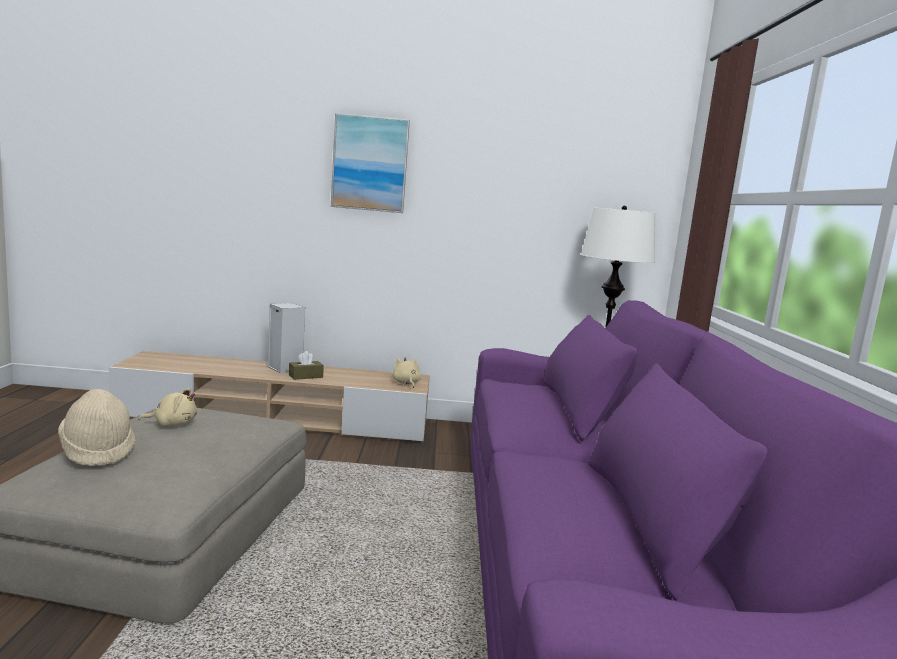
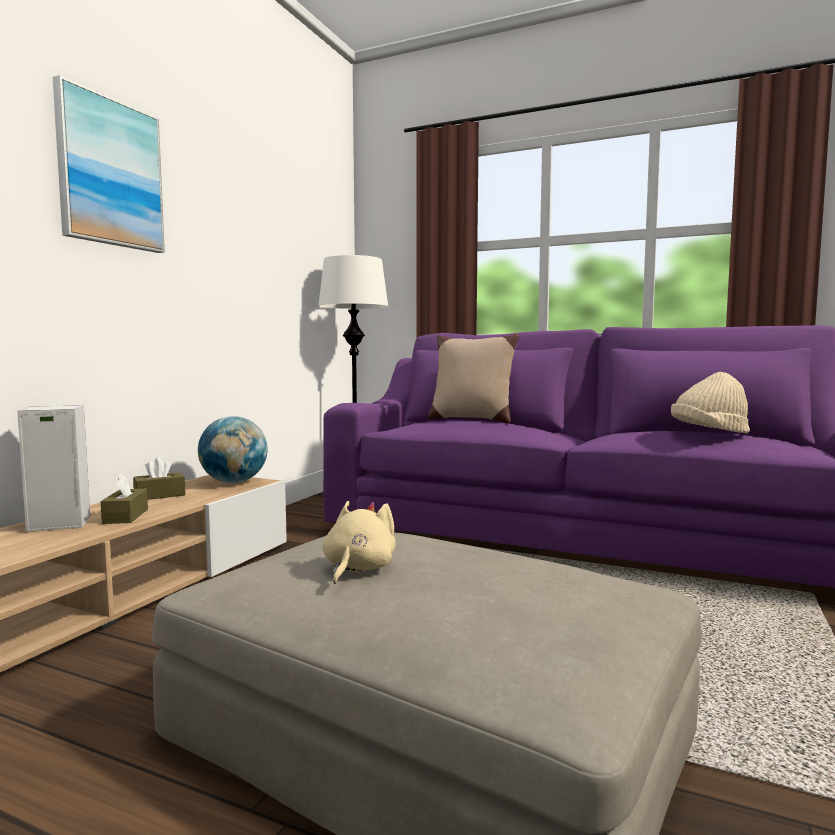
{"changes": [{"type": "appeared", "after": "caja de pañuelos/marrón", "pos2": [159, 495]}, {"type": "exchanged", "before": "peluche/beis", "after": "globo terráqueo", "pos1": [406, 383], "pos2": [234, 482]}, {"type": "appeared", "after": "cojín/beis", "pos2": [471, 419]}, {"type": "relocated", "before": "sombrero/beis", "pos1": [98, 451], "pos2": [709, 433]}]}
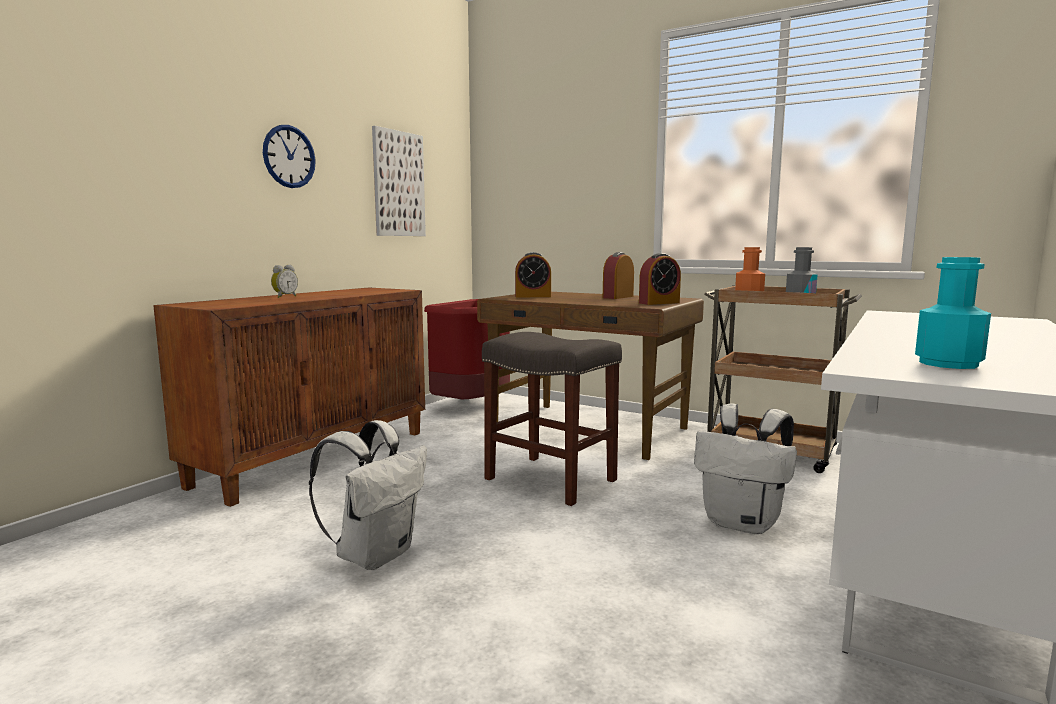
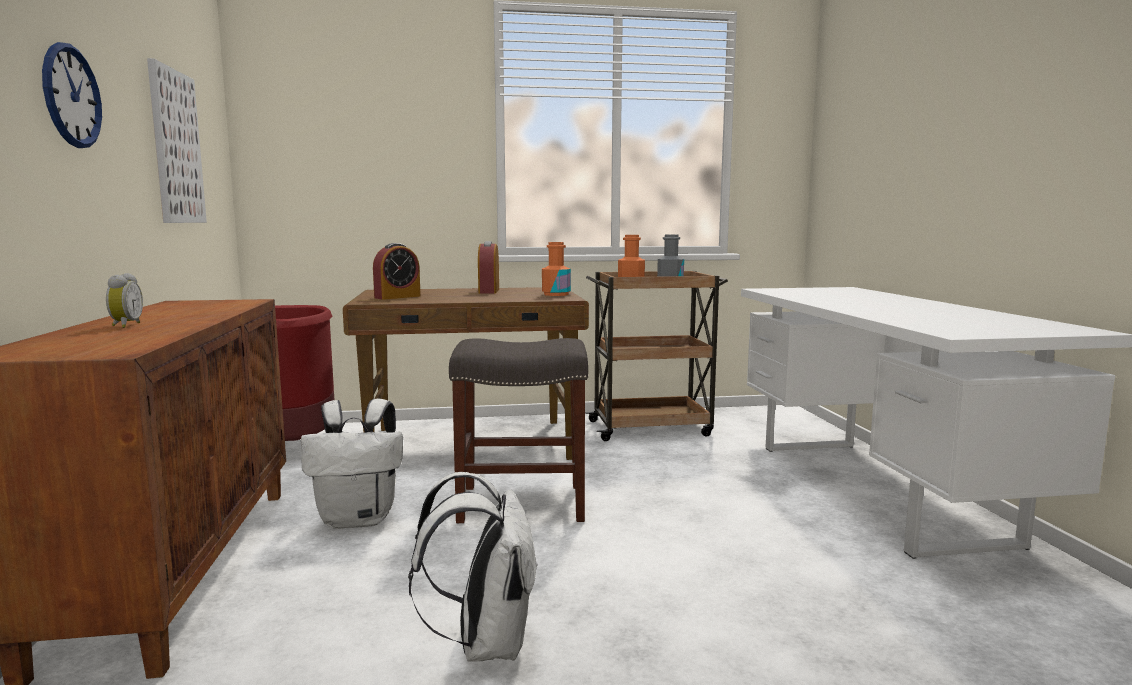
{"changes": [{"type": "relocated", "before": "mochila/blanco", "pos1": [743, 523], "pos2": [359, 519]}, {"type": "exchanged", "before": "despertador", "after": "botella/naranja", "pos1": [659, 303], "pos2": [556, 294]}, {"type": "missing", "before": "botella/turquesa", "pos1": [948, 364]}]}
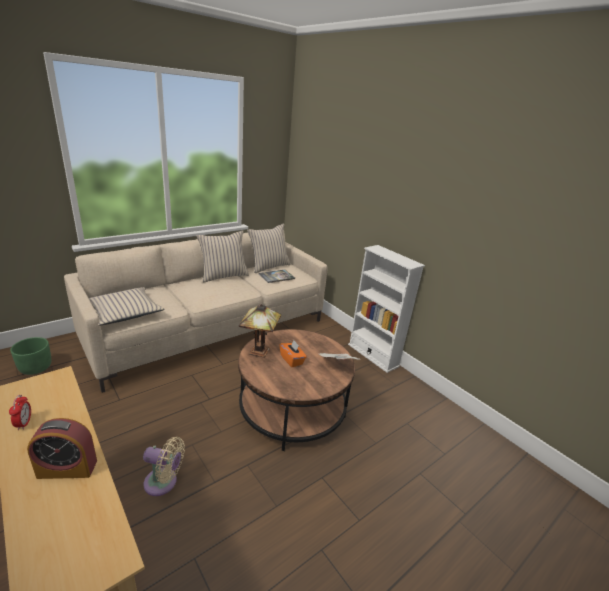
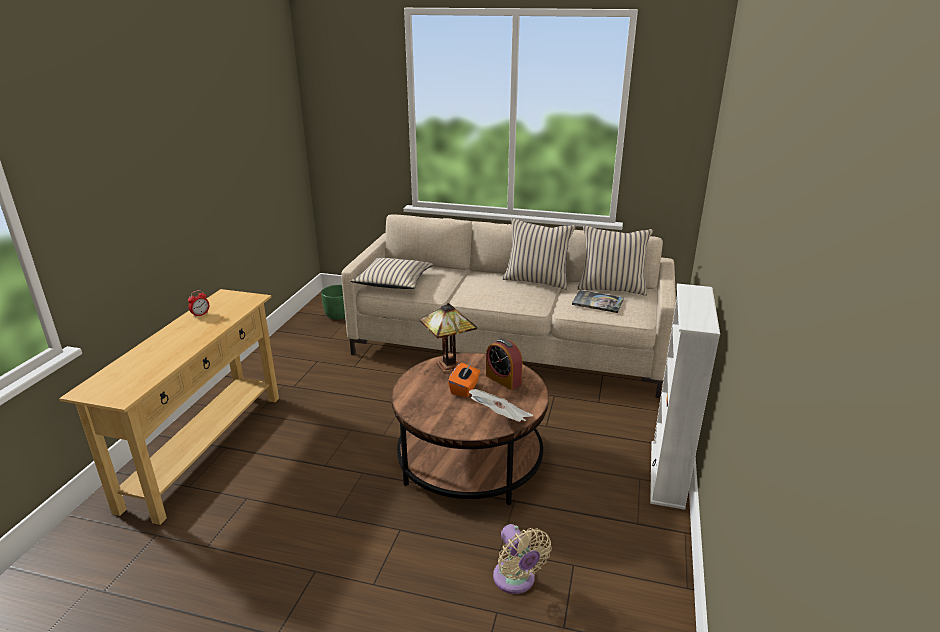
{"changes": [{"type": "relocated", "before": "despertador", "pos1": [67, 468], "pos2": [503, 380]}, {"type": "relocated", "before": "ventilador/beis", "pos1": [163, 483], "pos2": [516, 580]}]}
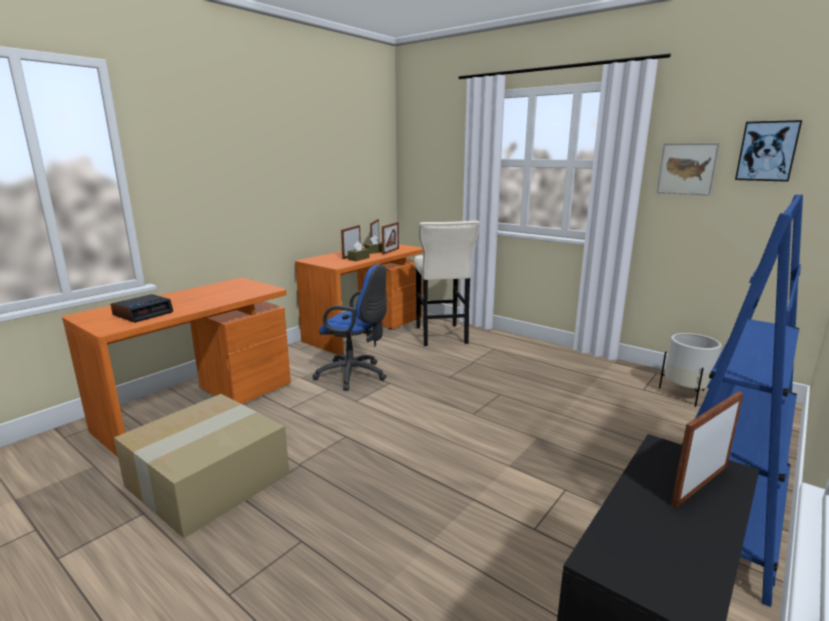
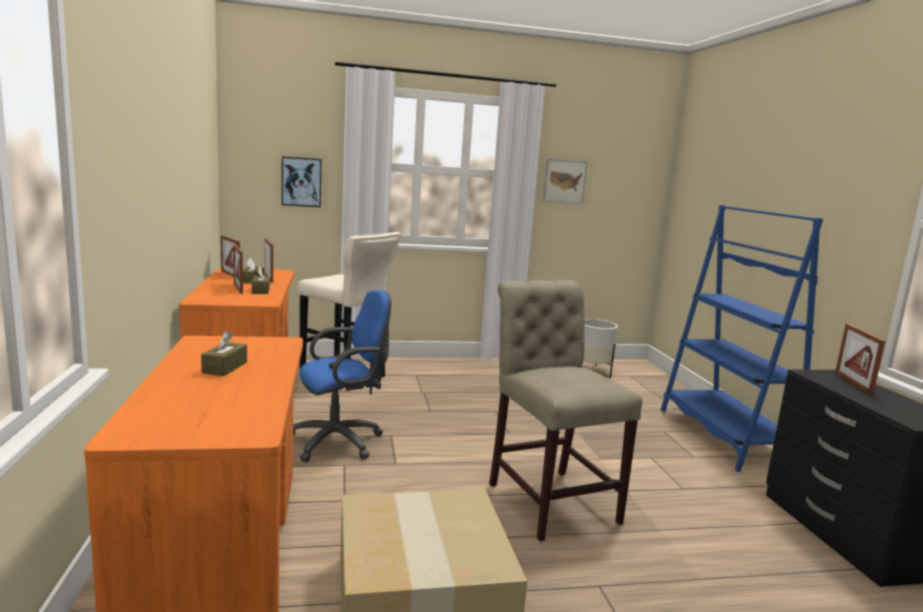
{"changes": [{"type": "appeared", "after": "caja de pañuelos/marrón", "pos2": [225, 367]}, {"type": "relocated", "before": "cuadro", "pos1": [767, 151], "pos2": [301, 182]}, {"type": "appeared", "after": "silla/beis", "pos2": [549, 498]}, {"type": "missing", "before": "despertador", "pos1": [143, 313]}]}
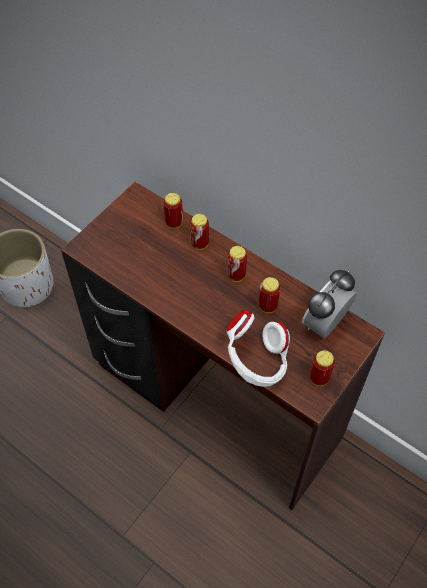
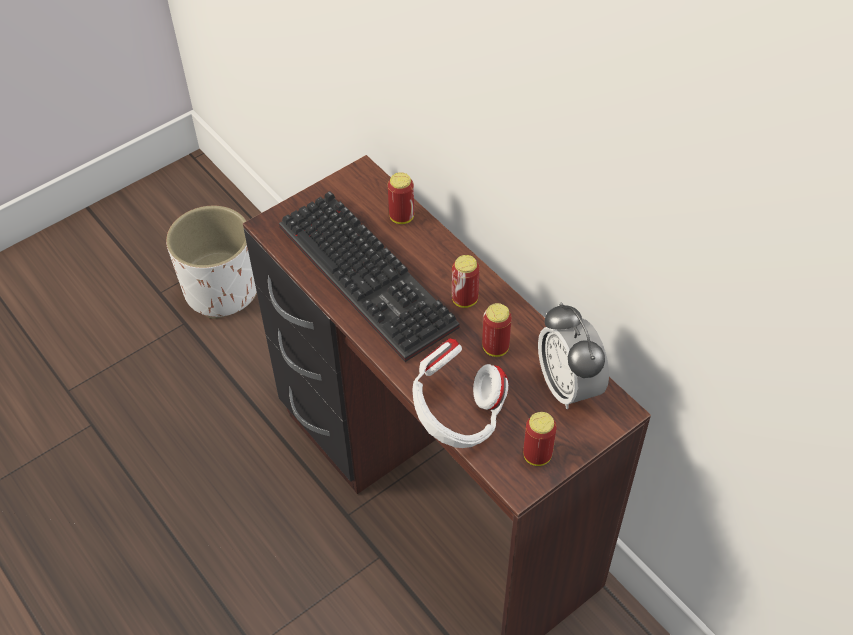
{"changes": [{"type": "appeared", "after": "teclado", "pos2": [372, 276]}, {"type": "spun", "before": "despertador", "pos1": [325, 324], "pos2": [568, 386], "turn": -75}, {"type": "missing", "before": "lata", "pos1": [199, 244]}]}
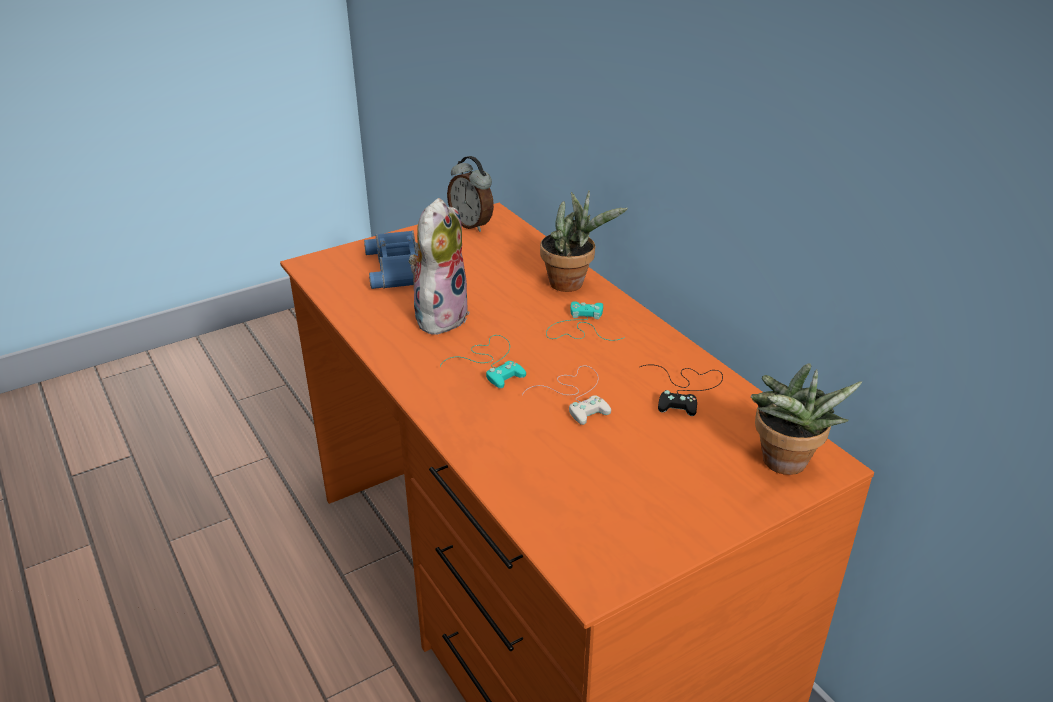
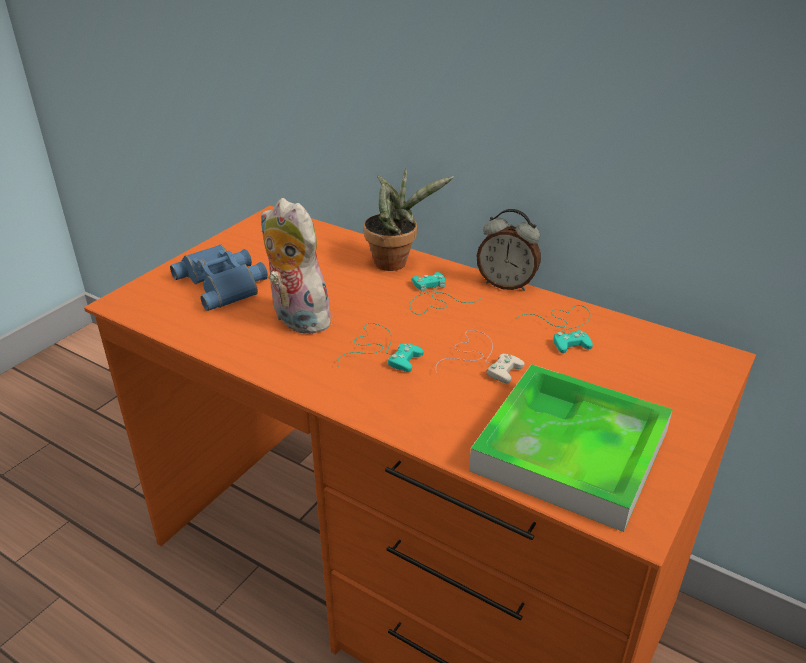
{"changes": [{"type": "spun", "before": "peluche", "pos1": [440, 315], "pos2": [296, 319], "turn": -45}, {"type": "appeared", "after": "bandeja", "pos2": [570, 450]}, {"type": "relocated", "before": "despertador", "pos1": [472, 225], "pos2": [506, 284]}, {"type": "colour", "before": "mando de consola/negro", "after": "mando de consola/turquesa", "pos1": [685, 389], "pos2": [565, 328]}, {"type": "missing", "before": "planta en maceta", "pos1": [785, 465]}]}
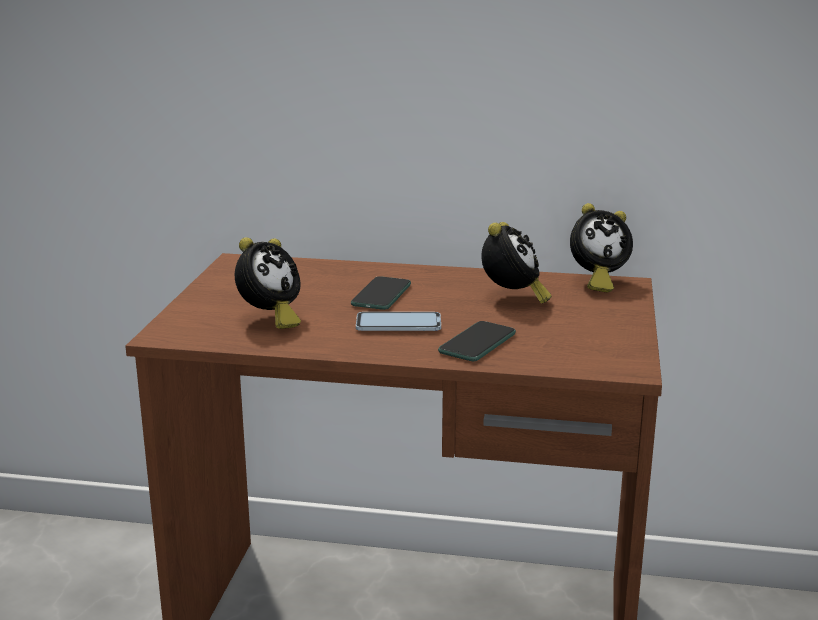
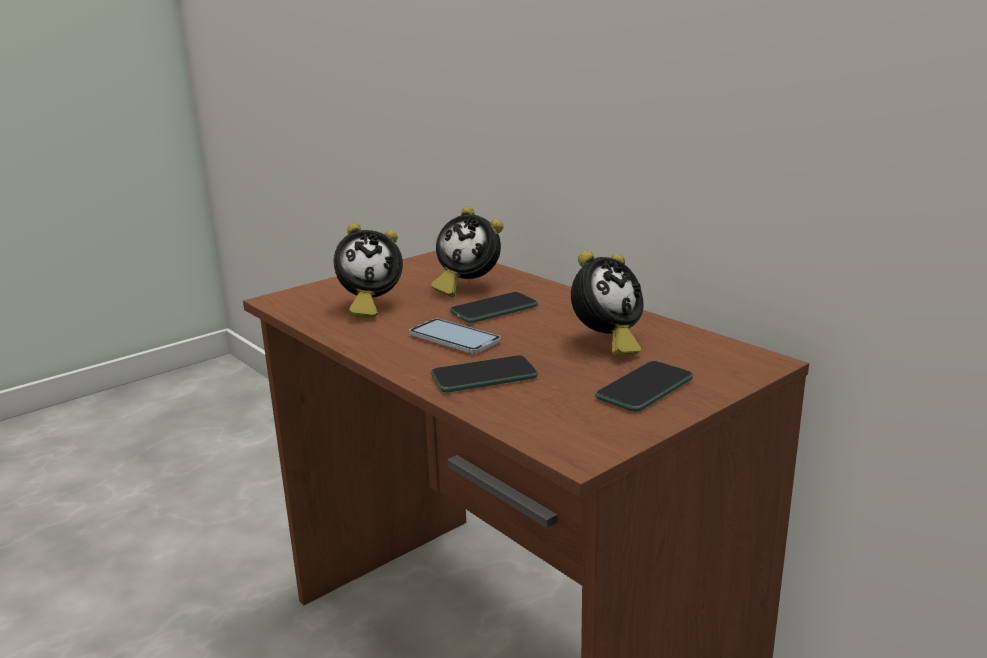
{"changes": [{"type": "relocated", "before": "despertador", "pos1": [596, 281], "pos2": [467, 287]}, {"type": "appeared", "after": "móvil", "pos2": [645, 388]}]}
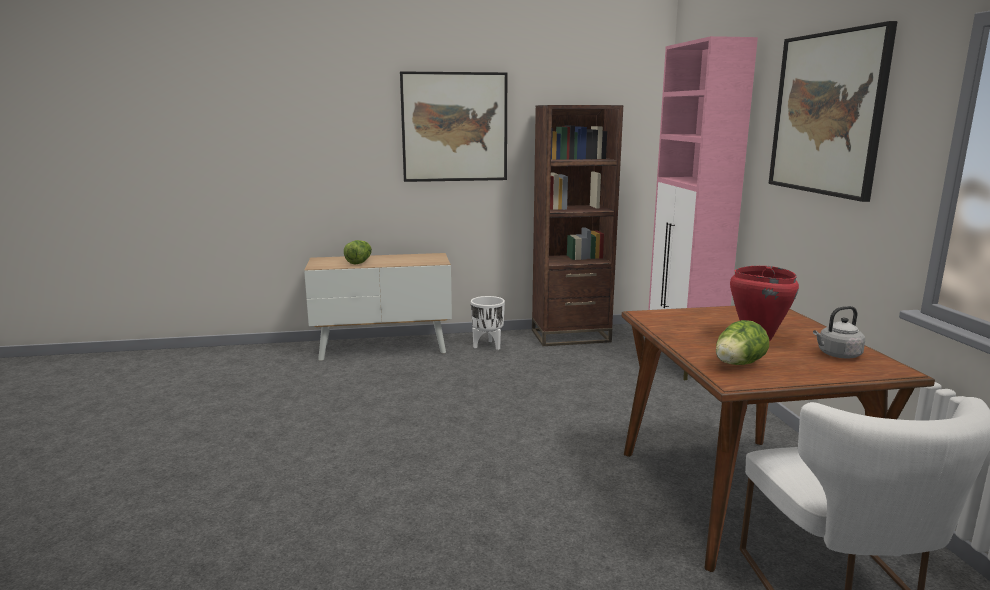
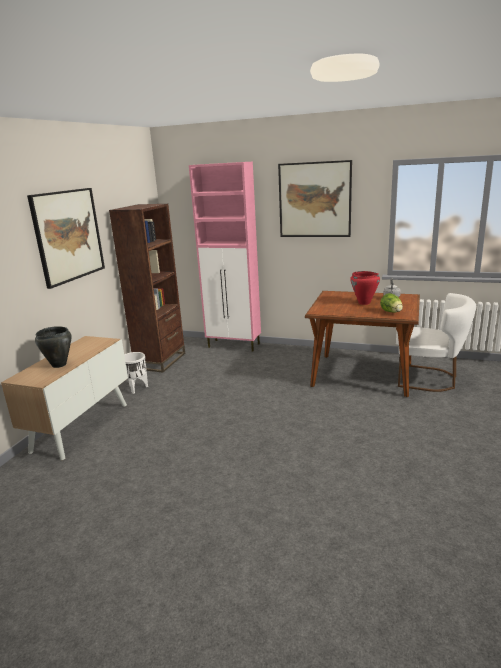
{"changes": [{"type": "exchanged", "before": "lechuga", "after": "olla/negro", "pos1": [359, 262], "pos2": [59, 365]}]}
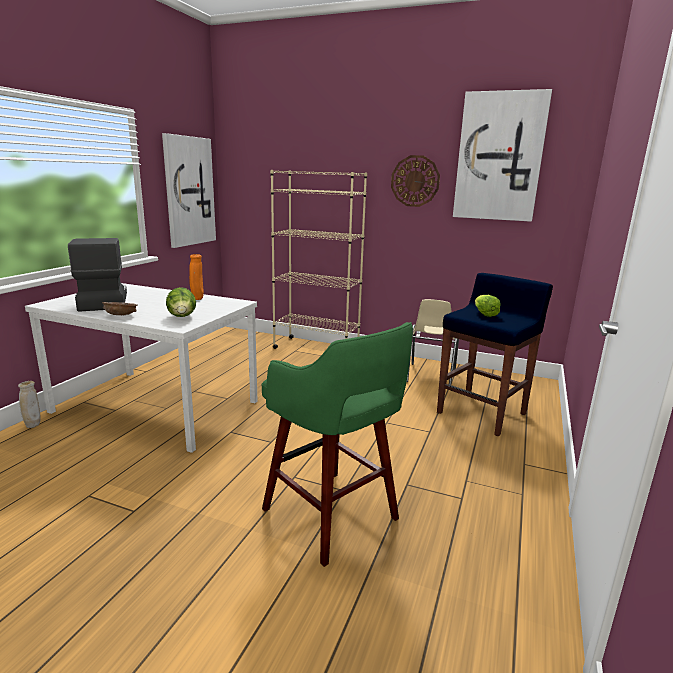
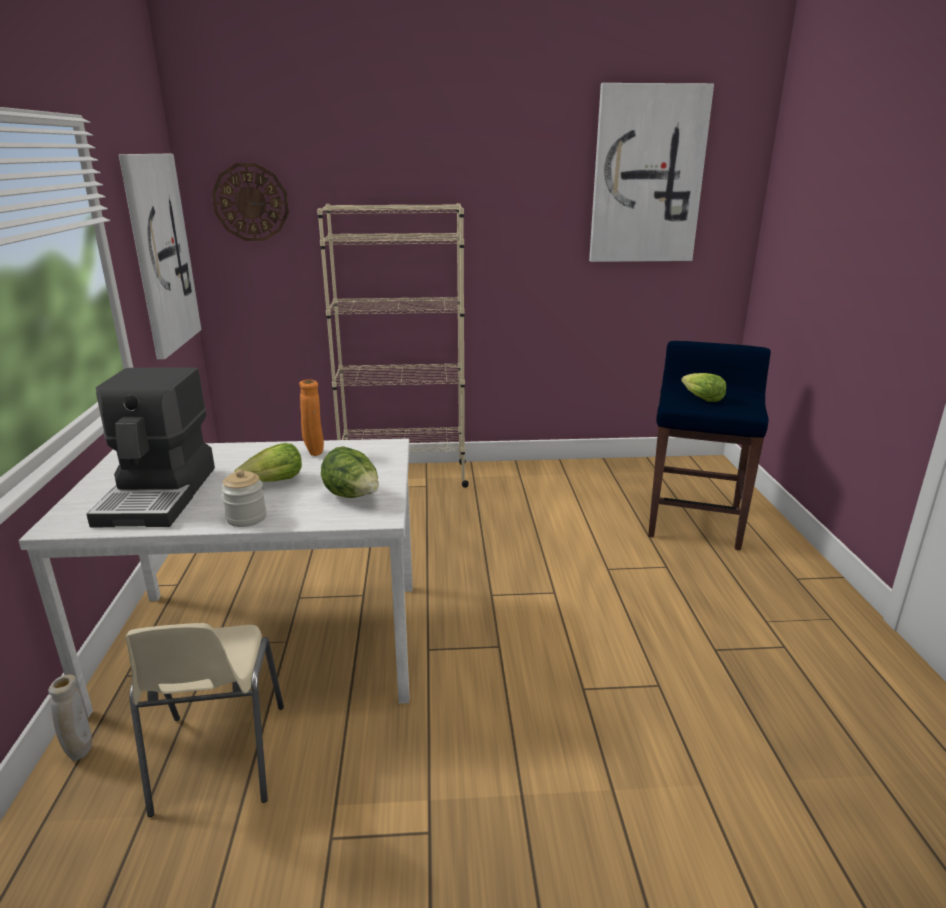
{"changes": [{"type": "spun", "before": "cafetera", "pos1": [102, 301], "pos2": [160, 495], "turn": -135}, {"type": "relocated", "before": "silla/beis", "pos1": [430, 376], "pos2": [218, 761]}, {"type": "relocated", "before": "reloj de pared", "pos1": [415, 181], "pos2": [251, 202]}, {"type": "exchanged", "before": "cuenco/marrón", "after": "tarro", "pos1": [121, 316], "pos2": [246, 518]}, {"type": "appeared", "after": "lechuga", "pos2": [274, 482]}, {"type": "missing", "before": "taburete/verde", "pos1": [332, 516]}]}
